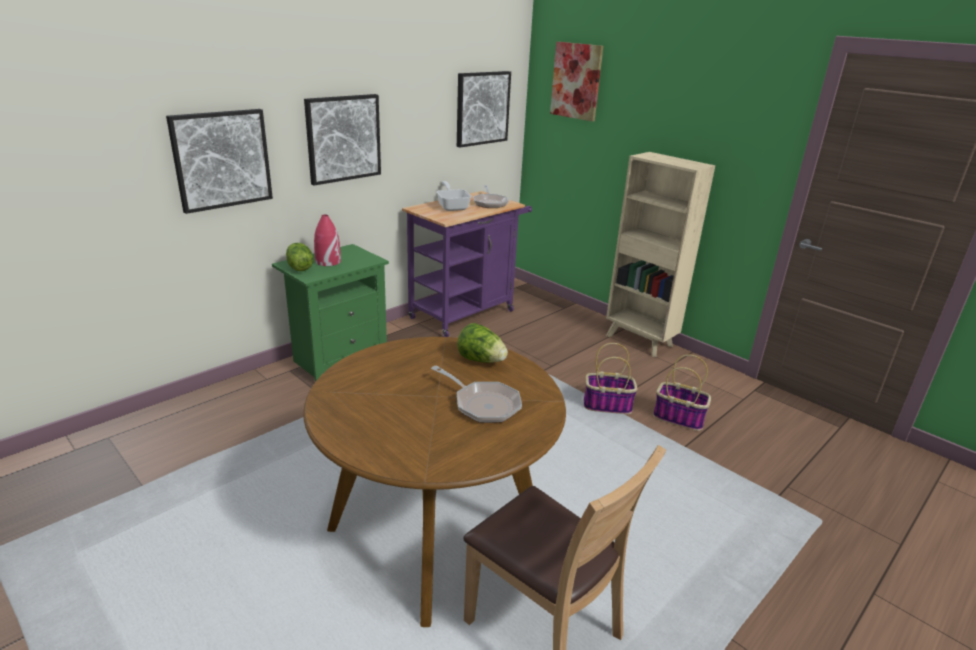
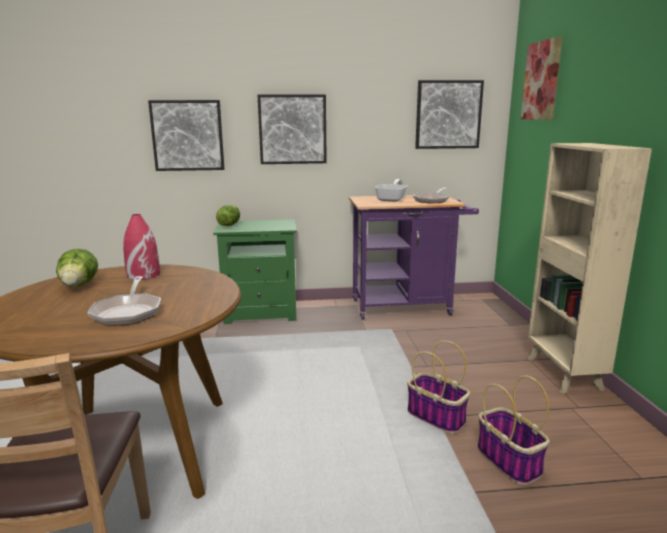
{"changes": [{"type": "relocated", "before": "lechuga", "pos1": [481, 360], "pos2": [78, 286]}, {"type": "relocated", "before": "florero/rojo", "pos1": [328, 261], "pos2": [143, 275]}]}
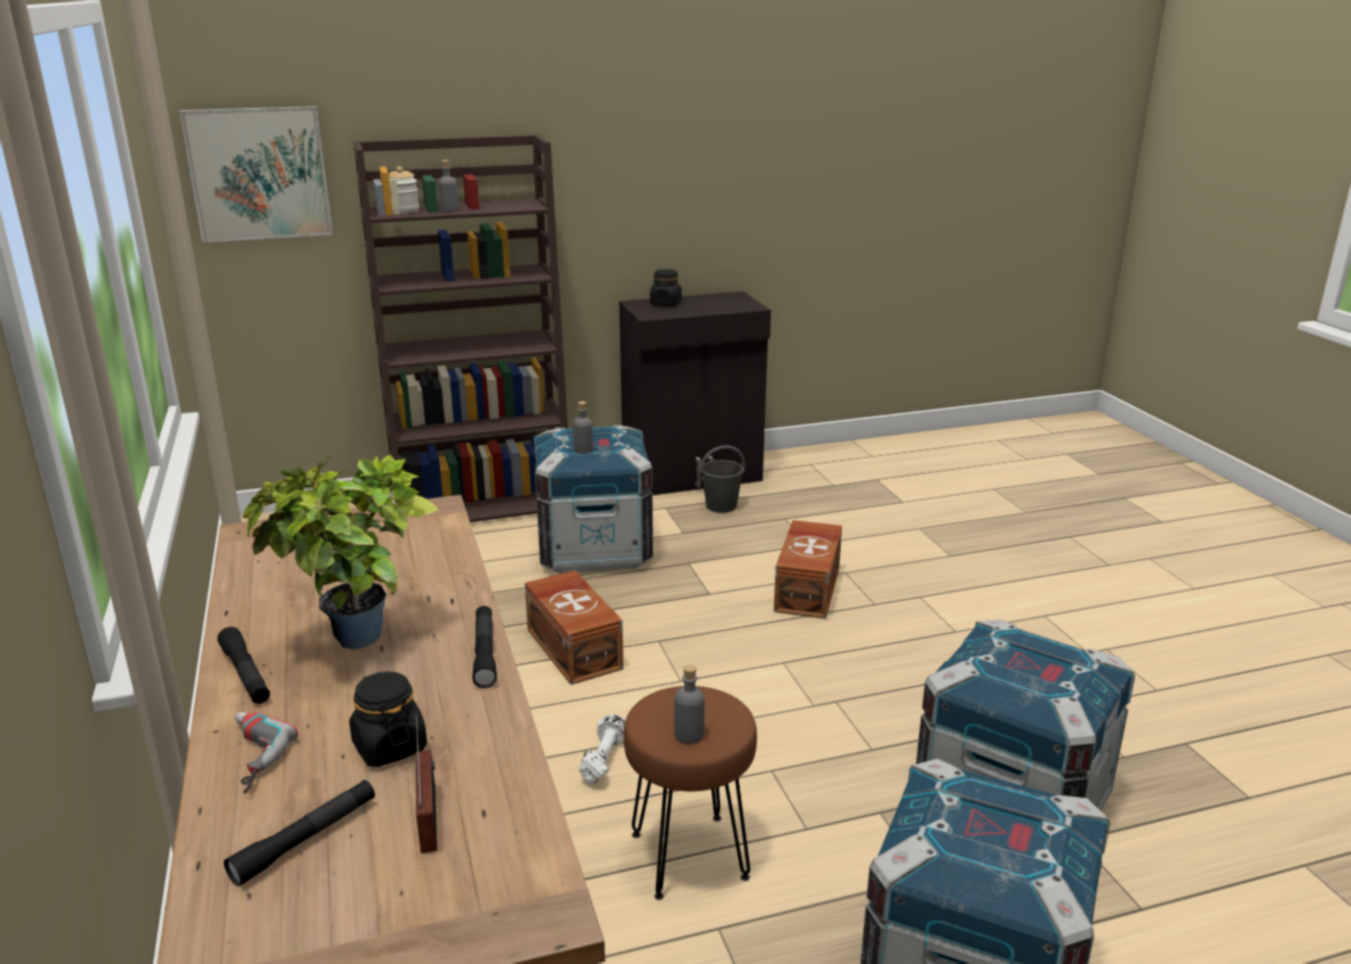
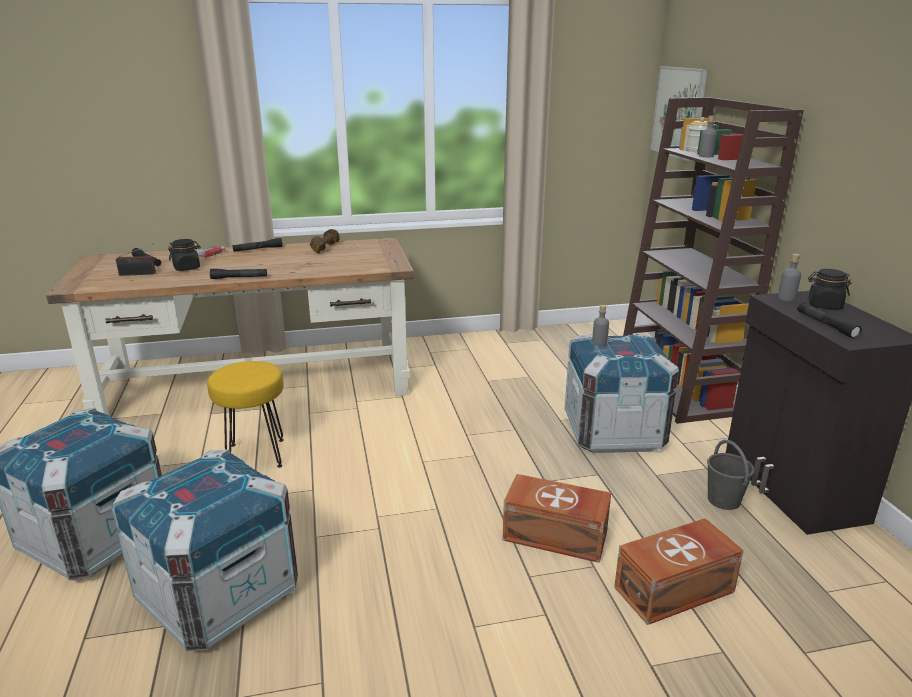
{"changes": [{"type": "colour", "before": "taburete/marrón", "after": "taburete/amarillo", "pos1": [690, 856], "pos2": [255, 456]}, {"type": "appeared", "after": "mancuerna/marrón", "pos2": [325, 248]}, {"type": "relocated", "before": "caja de almacenaje/marrón", "pos1": [575, 647], "pos2": [676, 590]}, {"type": "relocated", "before": "botella/gris", "pos1": [689, 735], "pos2": [786, 298]}, {"type": "appeared", "after": "linterna/negro", "pos2": [826, 325]}, {"type": "missing", "before": "planta en maceta", "pos1": [355, 645]}, {"type": "missing", "before": "mancuerna/blanco", "pos1": [603, 759]}]}
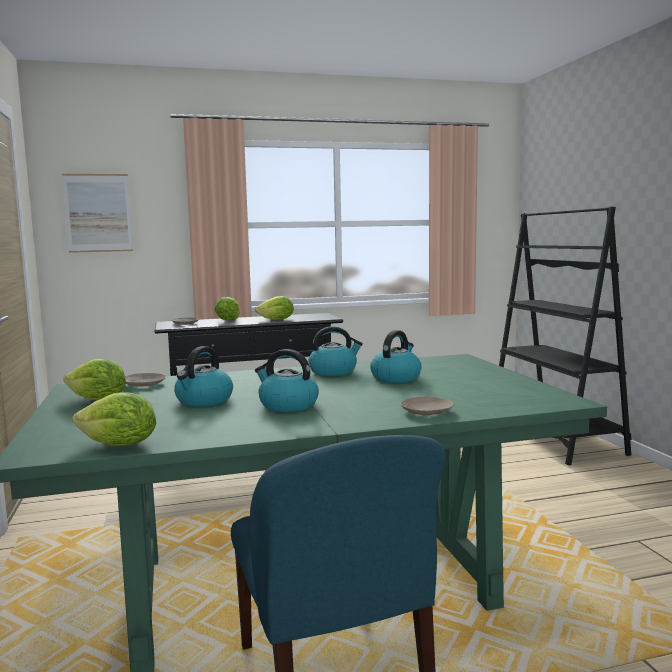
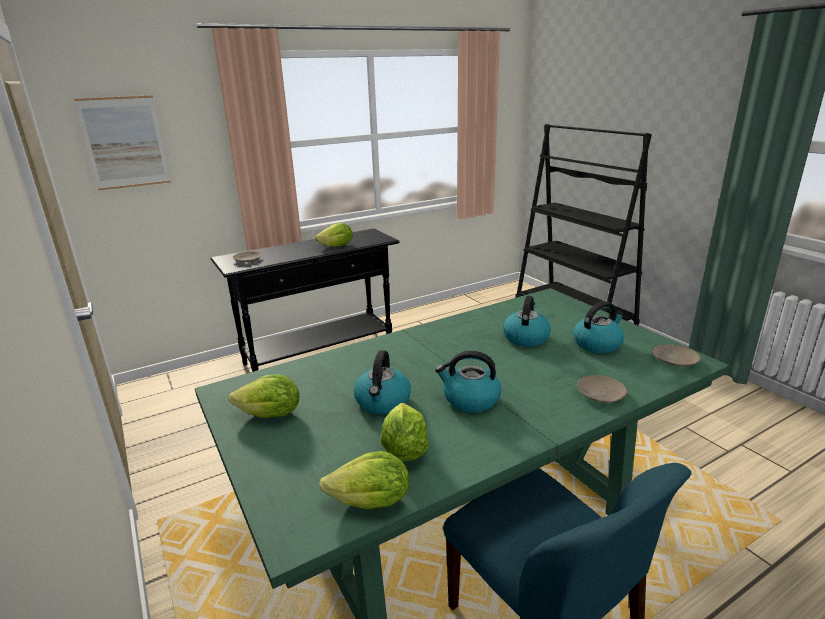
{"changes": [{"type": "relocated", "before": "lechuga", "pos1": [228, 320], "pos2": [404, 450]}, {"type": "relocated", "before": "hervidor", "pos1": [334, 371], "pos2": [597, 344]}, {"type": "relocated", "before": "plato/beis", "pos1": [143, 384], "pos2": [674, 360]}]}
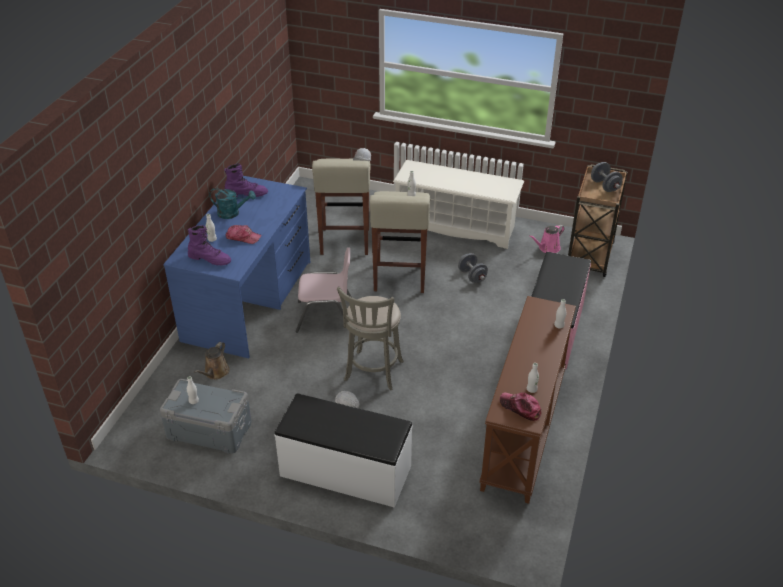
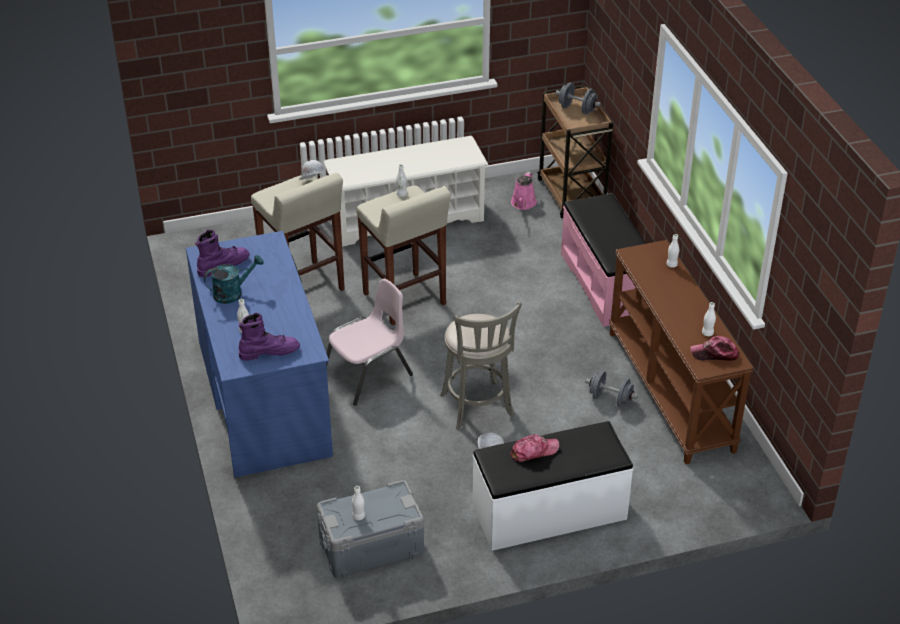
{"changes": [{"type": "relocated", "before": "gorra", "pos1": [243, 237], "pos2": [534, 451]}, {"type": "relocated", "before": "mancuerna/gris", "pos1": [472, 276], "pos2": [610, 399]}, {"type": "missing", "before": "regadera/marrón", "pos1": [215, 373]}]}
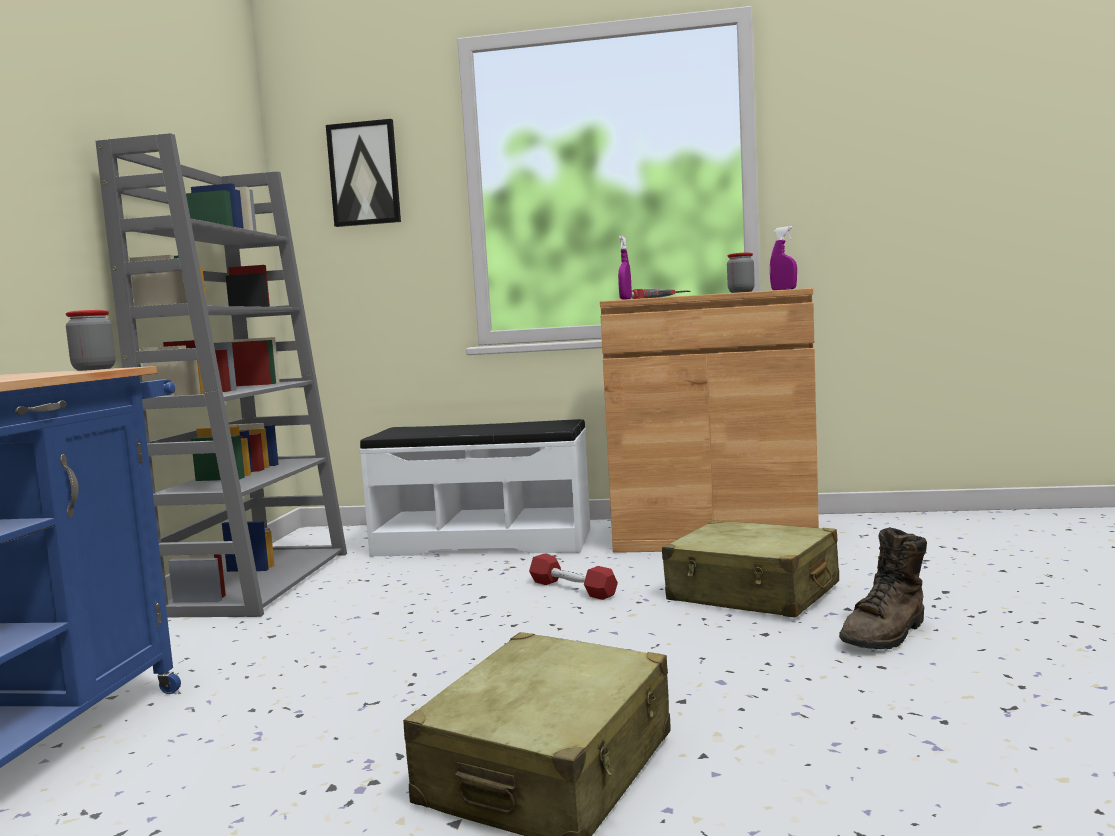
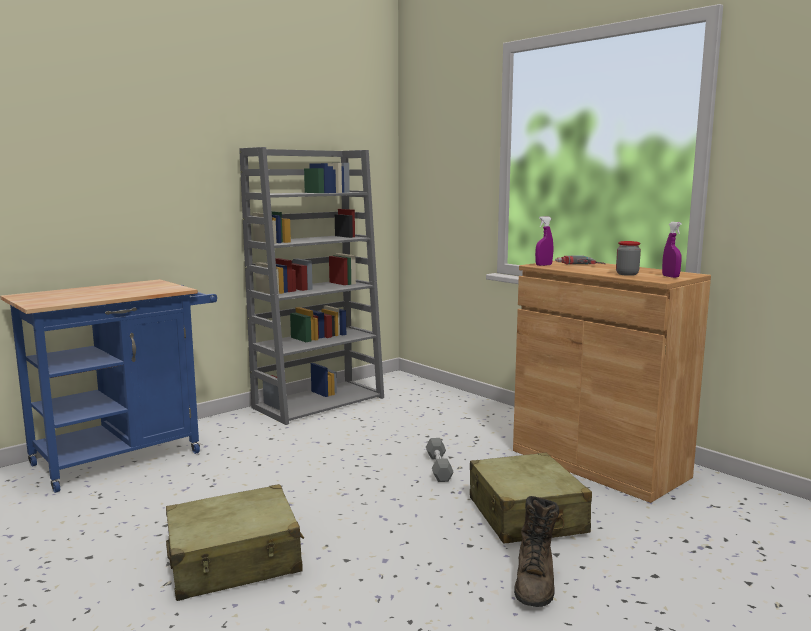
{"changes": [{"type": "colour", "before": "mancuerna/rojo", "after": "mancuerna/gris", "pos1": [572, 589], "pos2": [439, 467]}, {"type": "spun", "before": "bota/marrón", "pos1": [886, 634], "pos2": [535, 582], "turn": -75}, {"type": "missing", "before": "tarro", "pos1": [94, 369]}, {"type": "missing", "before": "cuadro", "pos1": [364, 174]}, {"type": "missing", "before": "banco/blanco", "pos1": [484, 541]}]}
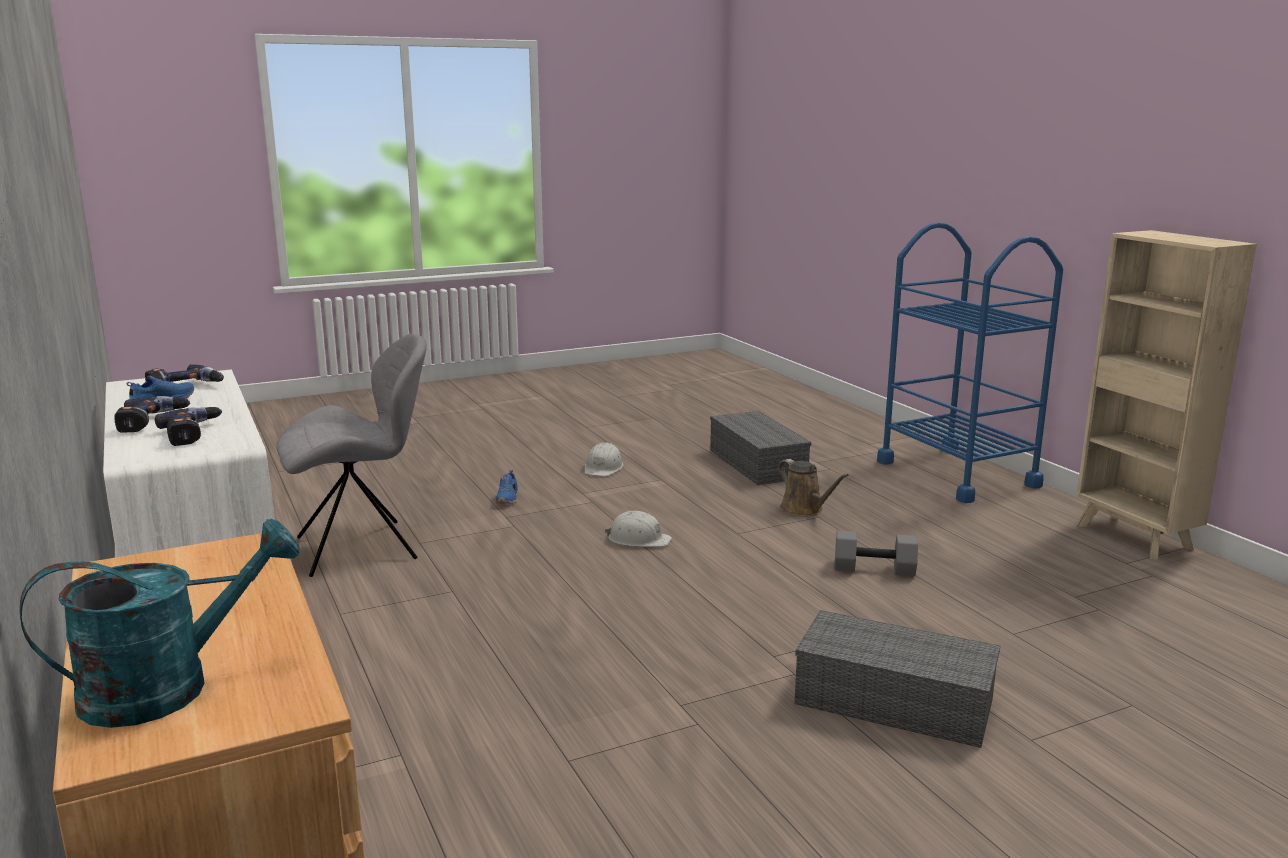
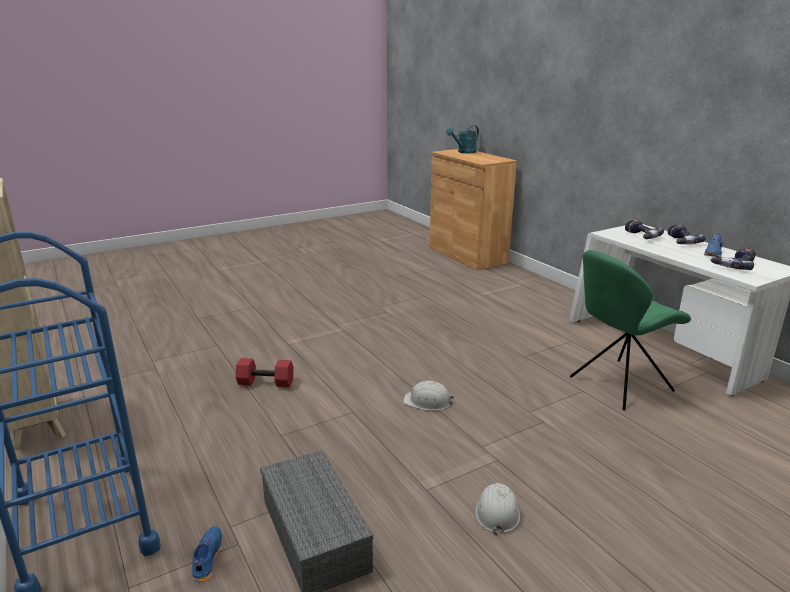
{"changes": [{"type": "relocated", "before": "zapato/azul", "pos1": [508, 499], "pos2": [206, 558]}, {"type": "colour", "before": "mancuerna/gris", "after": "mancuerna/rojo", "pos1": [873, 569], "pos2": [266, 382]}, {"type": "colour", "before": "silla/gris", "after": "silla/verde", "pos1": [362, 547], "pos2": [618, 385]}, {"type": "missing", "before": "regadera/marrón", "pos1": [804, 509]}, {"type": "missing", "before": "caja de almacenaje/gris", "pos1": [890, 702]}]}
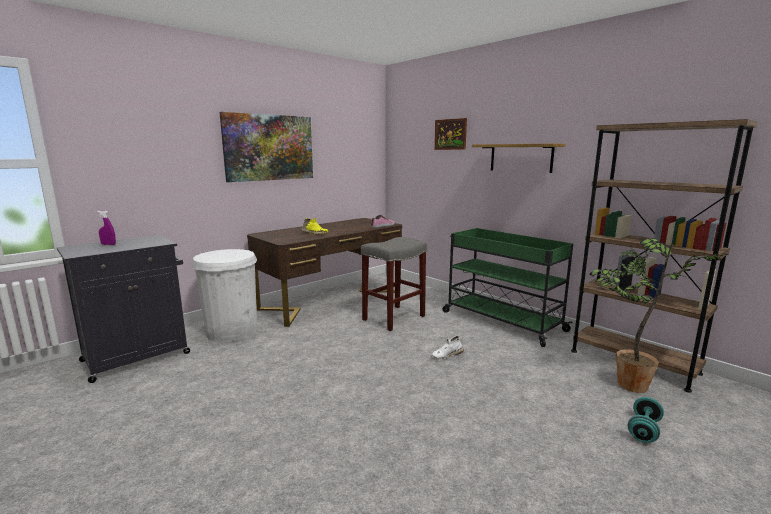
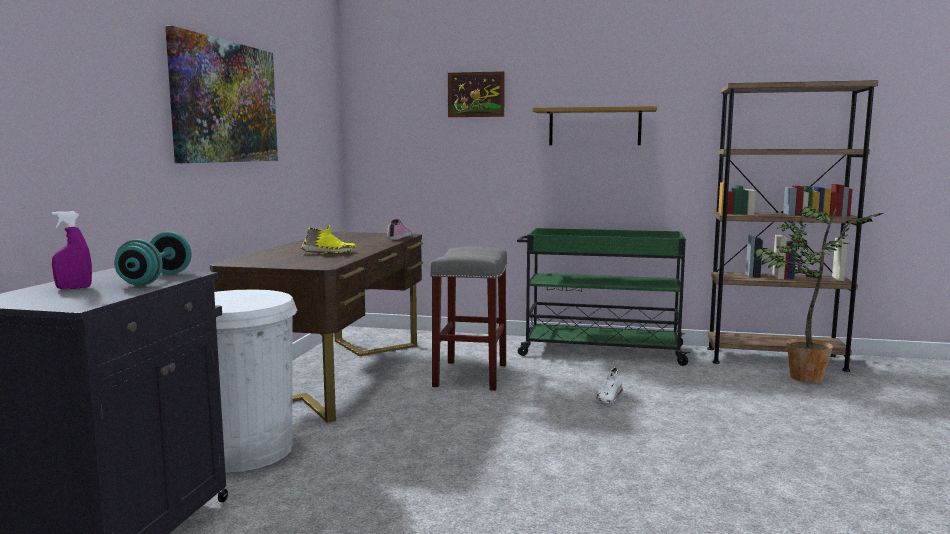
{"changes": [{"type": "relocated", "before": "mancuerna/turquesa", "pos1": [643, 430], "pos2": [156, 279]}]}
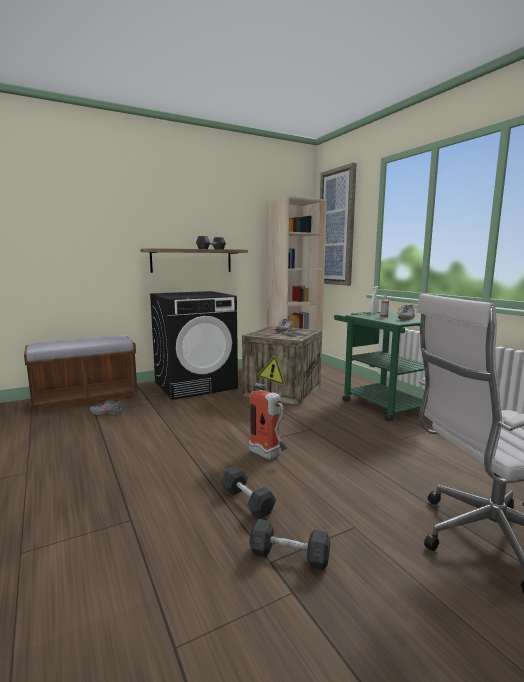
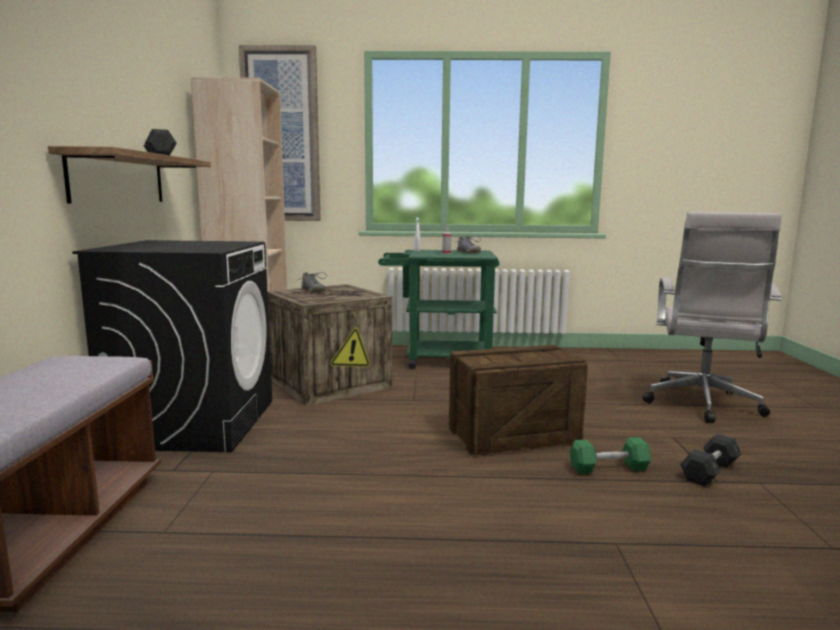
{"changes": [{"type": "exchanged", "before": "extintor", "after": "caja de embalaje", "pos1": [269, 456], "pos2": [513, 435]}, {"type": "colour", "before": "mancuerna/gris", "after": "mancuerna/verde", "pos1": [247, 501], "pos2": [608, 468]}, {"type": "missing", "before": "zapato/gris", "pos1": [106, 412]}]}
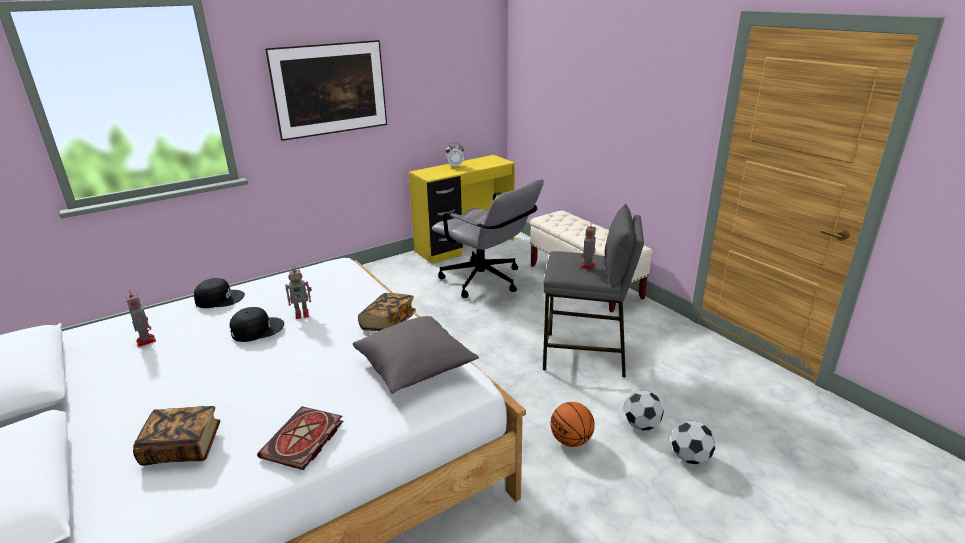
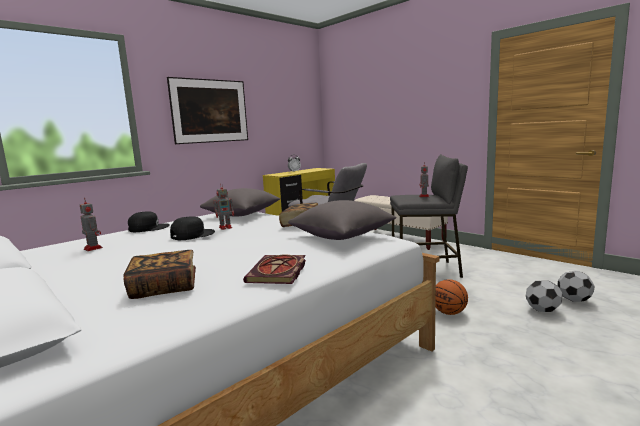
{"changes": [{"type": "appeared", "after": "cojín/gris", "pos2": [242, 214]}, {"type": "relocated", "before": "balón de fútbol", "pos1": [641, 425], "pos2": [574, 300]}]}
